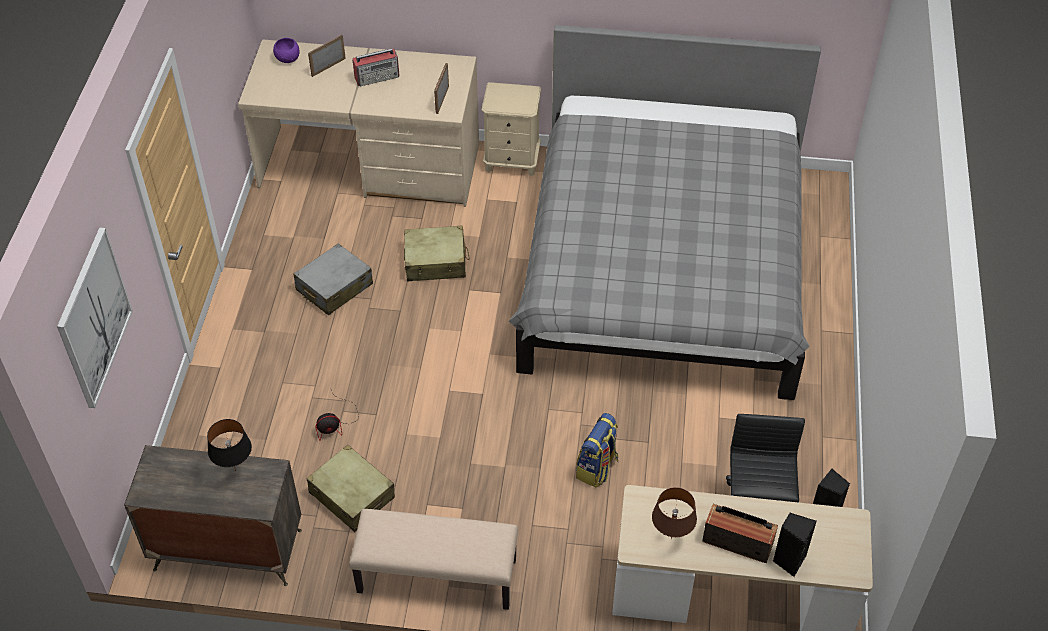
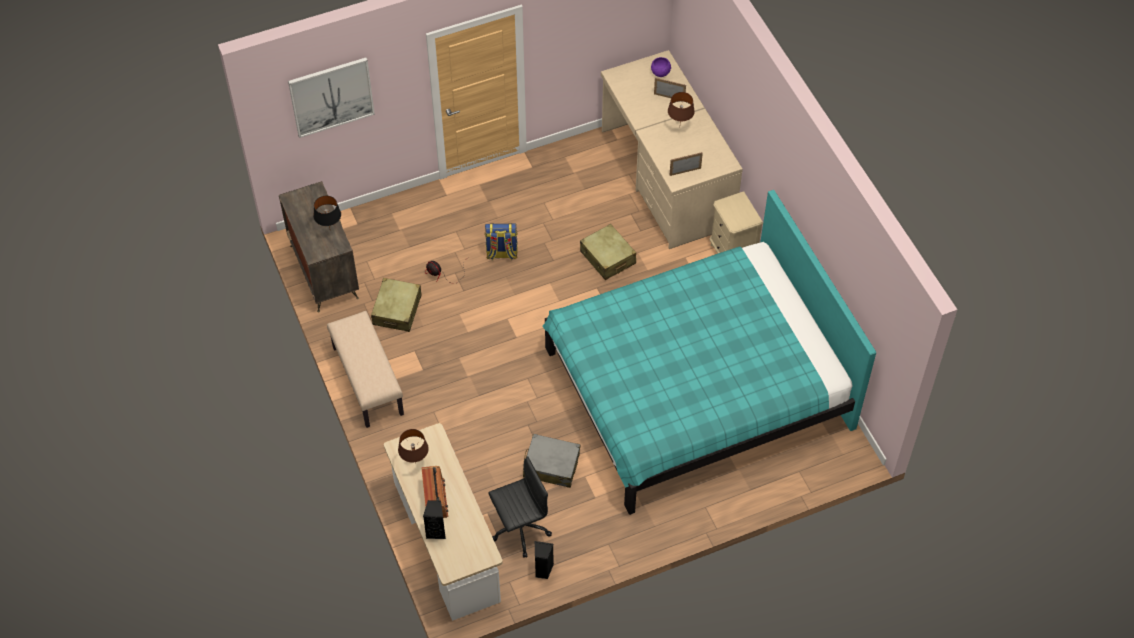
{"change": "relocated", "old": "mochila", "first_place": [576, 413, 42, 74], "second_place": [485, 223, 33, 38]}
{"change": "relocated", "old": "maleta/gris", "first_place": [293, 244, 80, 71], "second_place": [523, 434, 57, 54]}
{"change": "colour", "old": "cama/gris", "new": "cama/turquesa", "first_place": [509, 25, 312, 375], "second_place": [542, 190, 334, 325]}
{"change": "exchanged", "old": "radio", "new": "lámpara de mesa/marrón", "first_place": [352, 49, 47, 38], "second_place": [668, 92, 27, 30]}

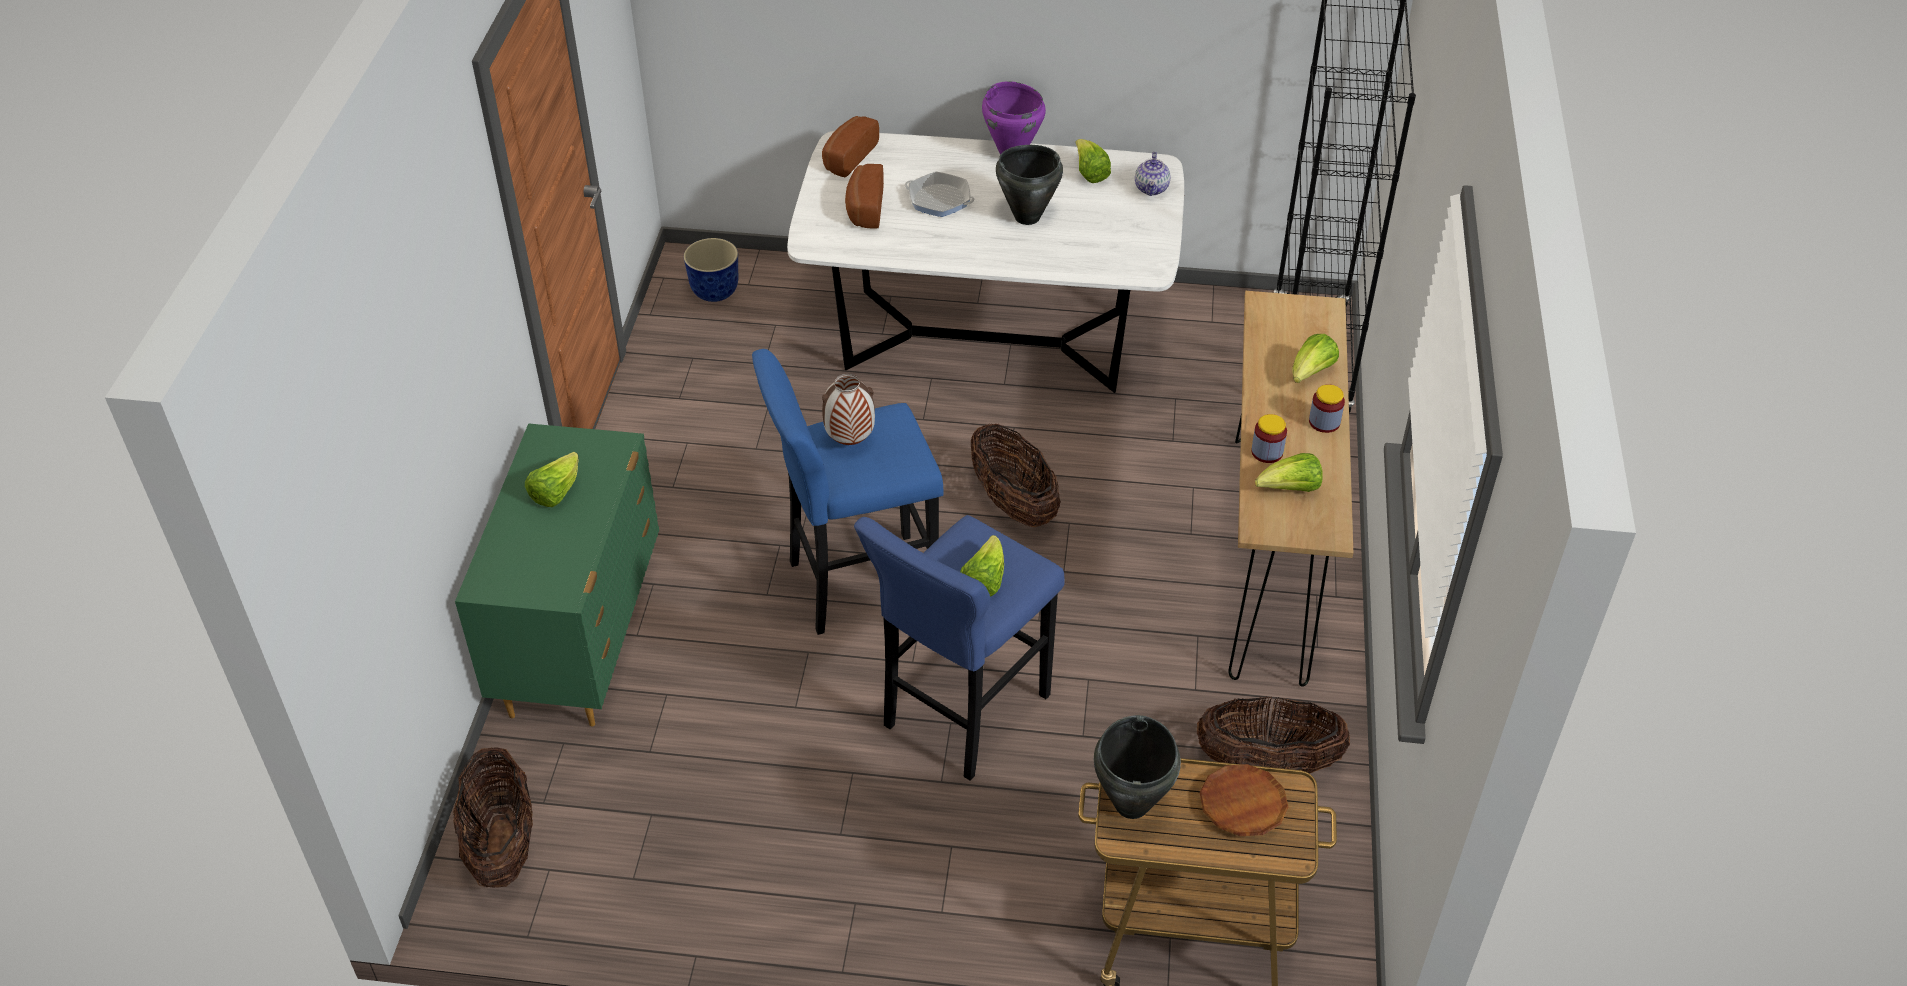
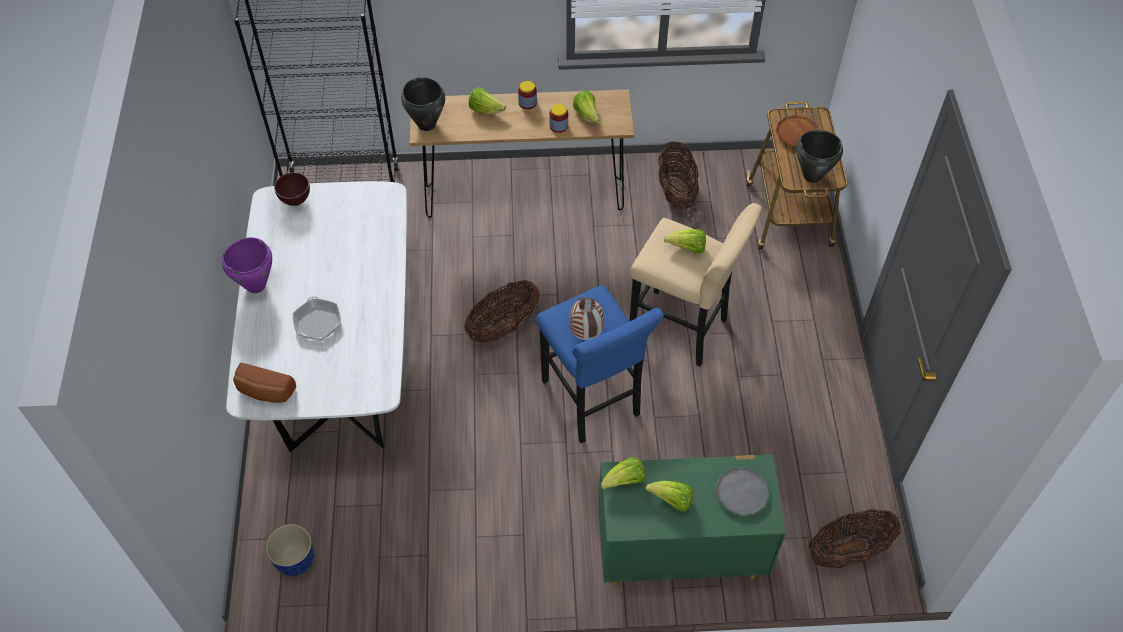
{"change": "exchanged", "old": "tetera", "new": "cuenco/marrón", "first_place": [1135, 152, 35, 44], "second_place": [274, 172, 36, 34]}
{"change": "spun", "old": "sartén", "first_place": [905, 172, 70, 45], "second_place": [293, 296, 48, 46], "degrees": 150}
{"change": "relocated", "old": "olla/negro", "first_place": [996, 145, 67, 80], "second_place": [401, 77, 44, 54]}
{"change": "relocated", "old": "lechuga", "first_place": [1075, 139, 36, 44], "second_place": [601, 457, 45, 33]}
{"change": "colour", "old": "taburete/azul", "new": "taburete/beis", "first_place": [854, 515, 211, 266], "second_place": [629, 203, 133, 164]}
{"change": "appeared", "new": "plato/gris", "second_place": [715, 467, 55, 49]}
{"change": "missing", "old": "pan", "first_place": [845, 164, 39, 65]}

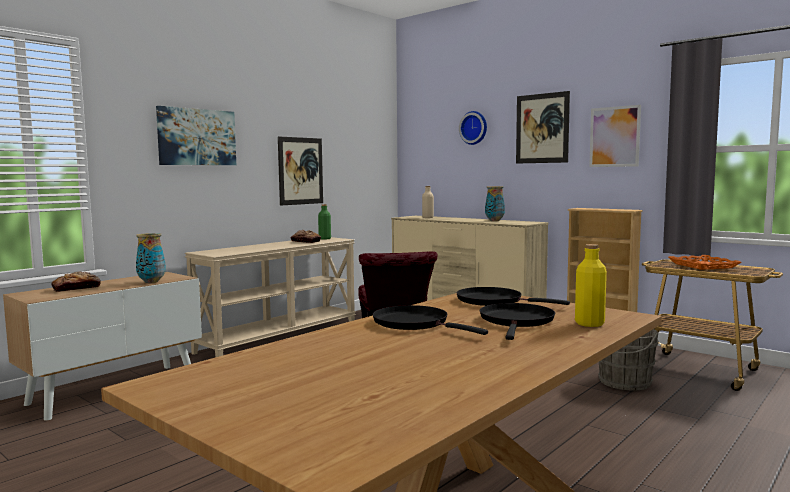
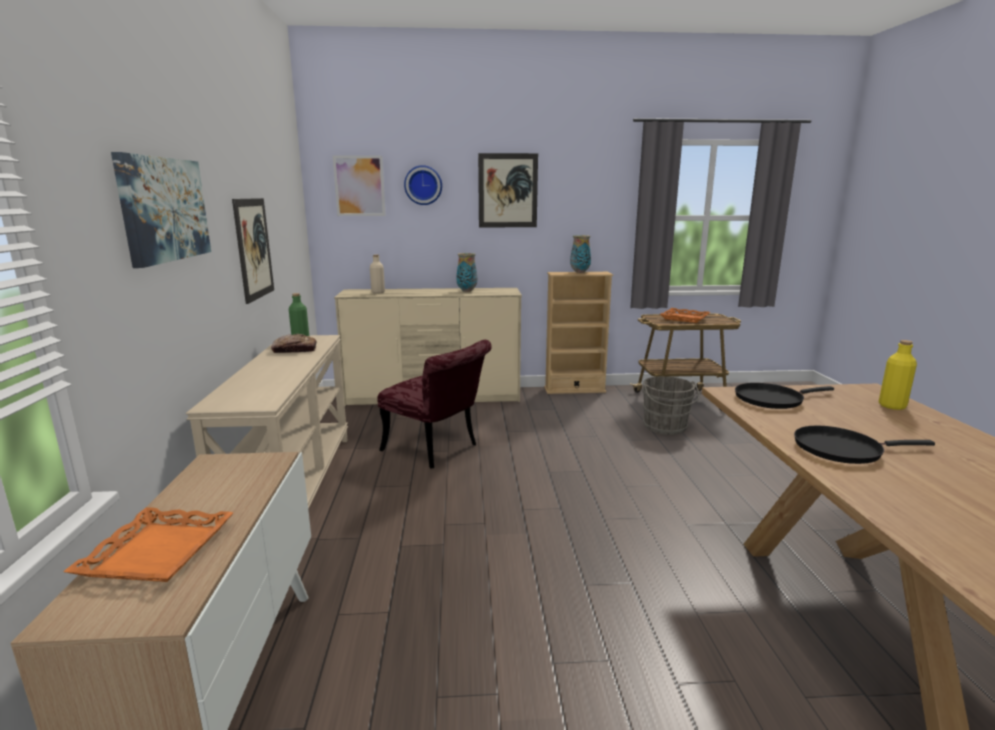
{"change": "exchanged", "old": "pan", "new": "bandeja/naranja", "first_place": [51, 272, 50, 20], "second_place": [63, 507, 171, 75]}
{"change": "relocated", "old": "cuadro", "first_place": [589, 105, 52, 62], "second_place": [332, 155, 54, 61]}
{"change": "relocated", "old": "florero", "first_place": [136, 233, 30, 50], "second_place": [570, 235, 21, 38]}
{"change": "missing", "old": "sartén/negro", "first_place": [480, 303, 75, 37]}

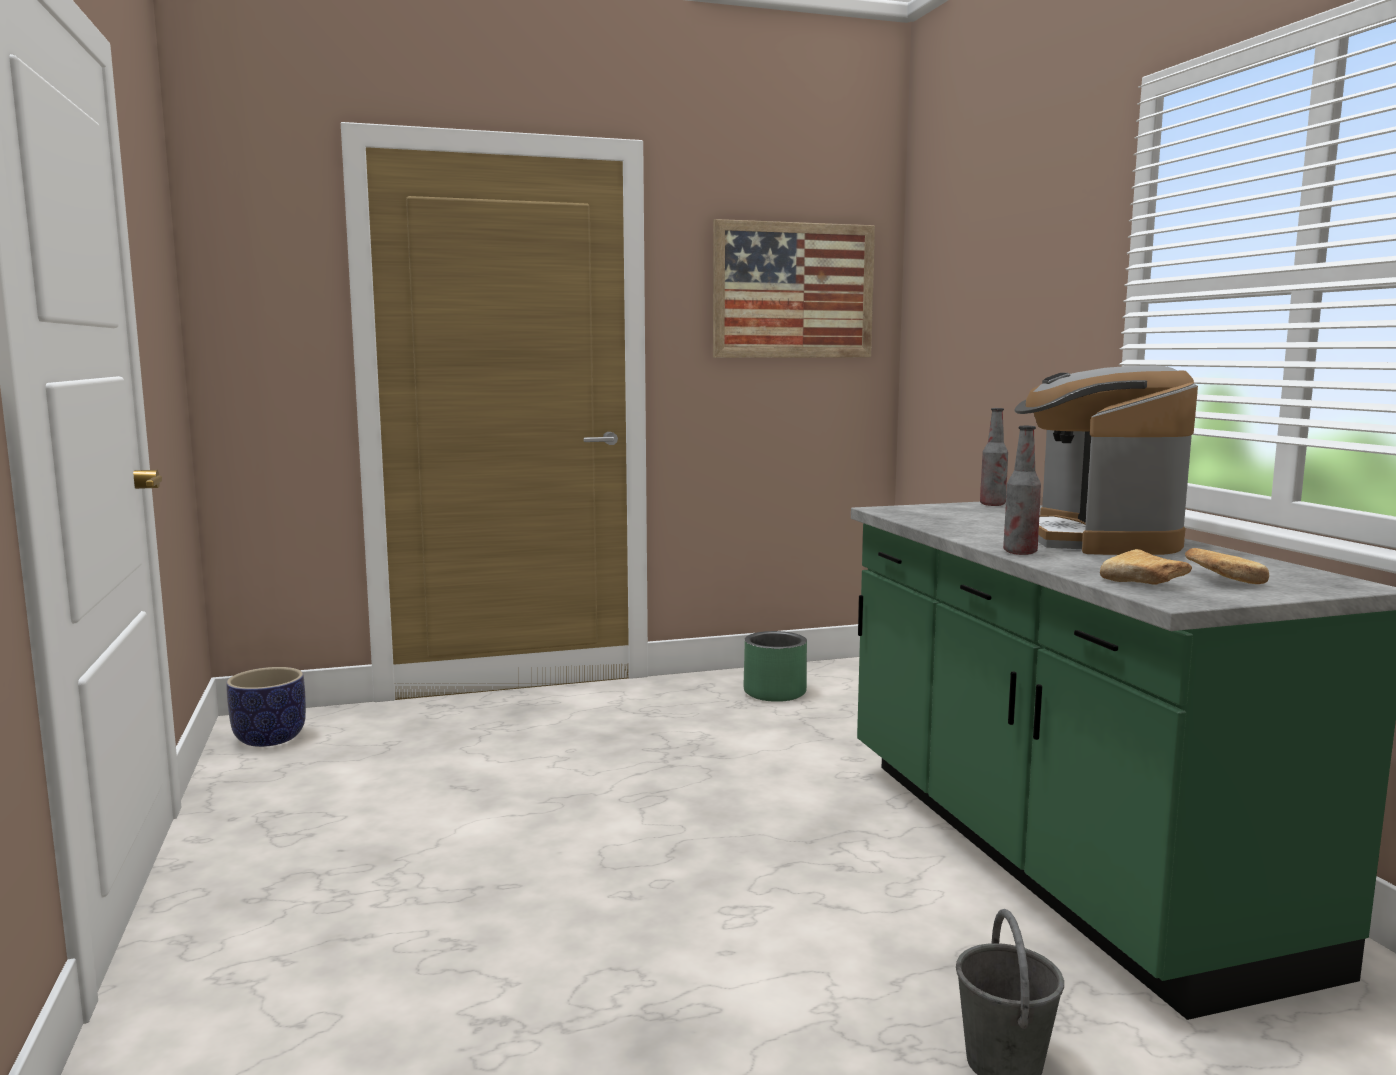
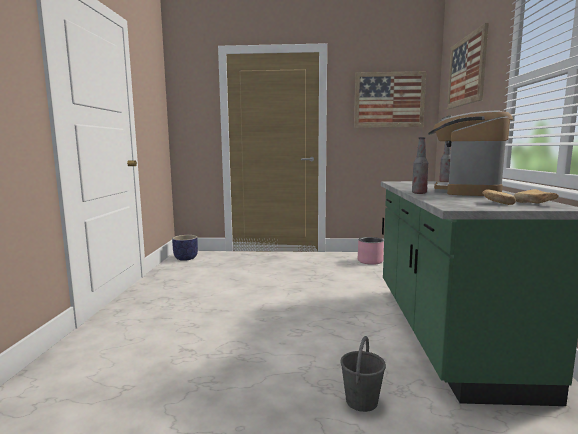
{"change": "colour", "old": "maceta/verde", "new": "maceta/rosa", "first_place": [744, 631, 63, 71], "second_place": [358, 237, 26, 28]}
{"change": "appeared", "new": "cuadro", "second_place": [447, 23, 42, 86]}
{"change": "relocated", "old": "pan", "first_place": [1100, 549, 92, 36], "second_place": [514, 189, 45, 14]}

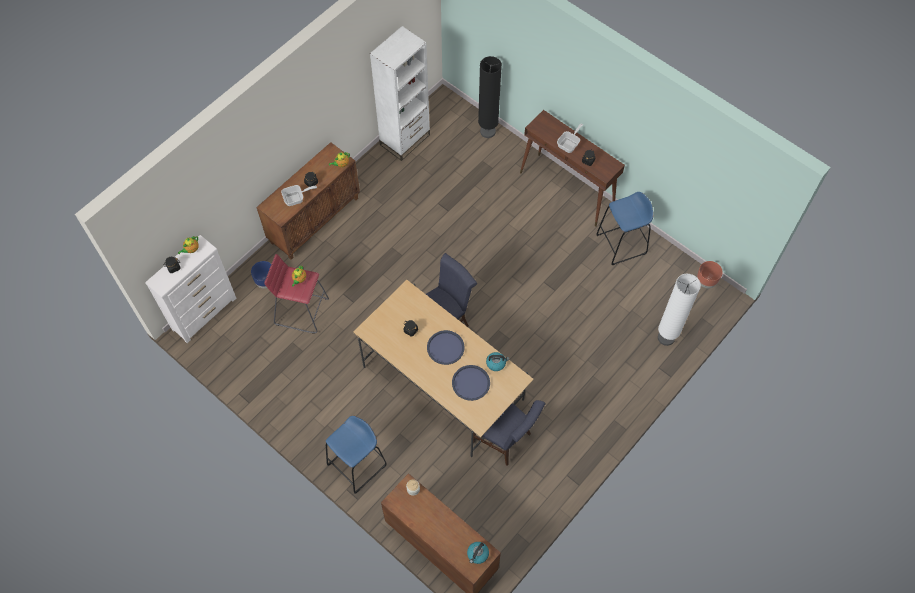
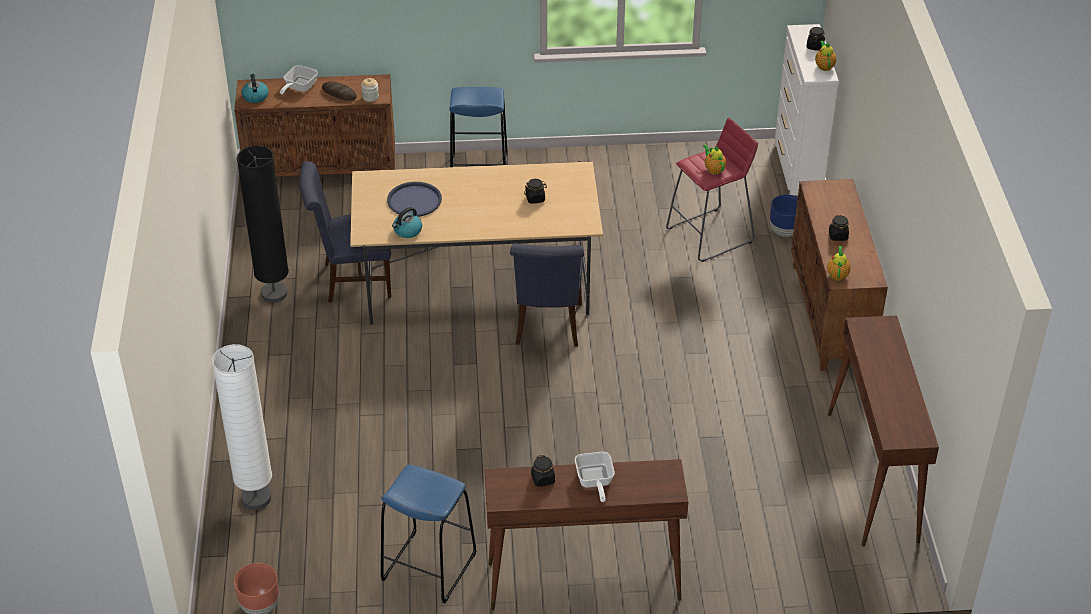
{"change": "relocated", "old": "lámpara de pie/negro", "first_place": [478, 56, 24, 82], "second_place": [237, 146, 52, 157]}
{"change": "relocated", "old": "sartén", "first_place": [281, 185, 36, 21], "second_place": [280, 65, 38, 30]}
{"change": "appeared", "new": "pan", "second_place": [322, 82, 35, 19]}
{"change": "exchanged", "old": "estantería/blanco", "new": "mesa consola/marrón", "first_place": [370, 26, 60, 135], "second_place": [828, 315, 111, 231]}
{"change": "missing", "old": "bandeja/azul", "first_place": [427, 330, 38, 35]}

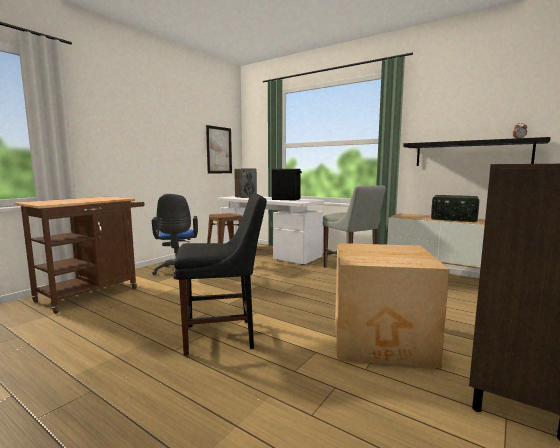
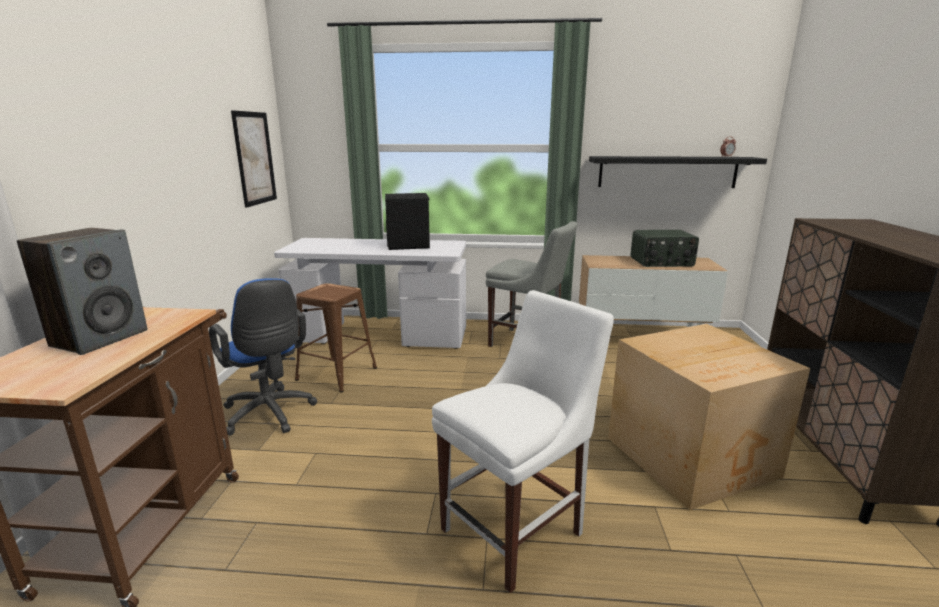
{"change": "relocated", "old": "altavoz", "first_place": [234, 169, 23, 29], "second_place": [17, 228, 131, 127]}
{"change": "colour", "old": "silla/negro", "new": "silla/blanco", "first_place": [174, 193, 93, 163], "second_place": [432, 290, 182, 303]}

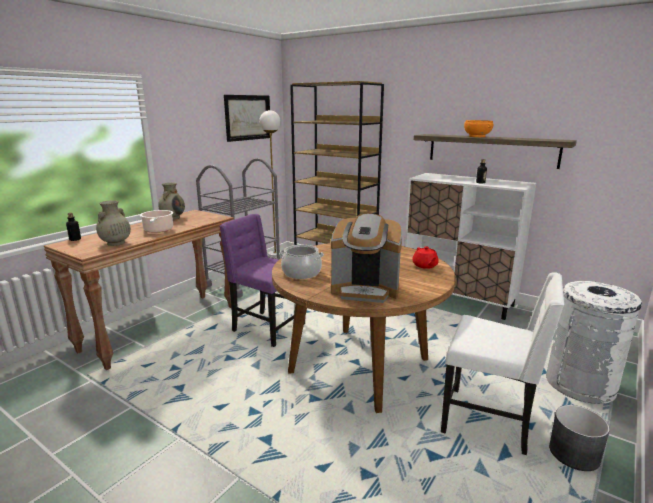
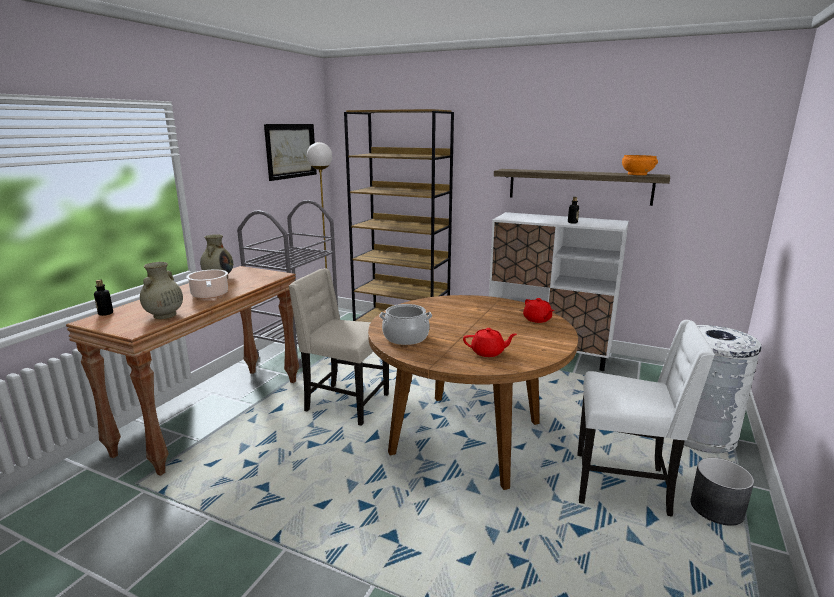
{"change": "colour", "old": "silla/morado", "new": "silla/beis", "first_place": [220, 214, 85, 133], "second_place": [289, 268, 100, 158]}
{"change": "exchanged", "old": "cafetera", "new": "tetera/rojo", "first_place": [331, 214, 71, 89], "second_place": [463, 328, 54, 29]}
{"change": "relocated", "old": "cuenco/naranja", "first_place": [464, 120, 30, 17], "second_place": [622, 155, 36, 20]}

